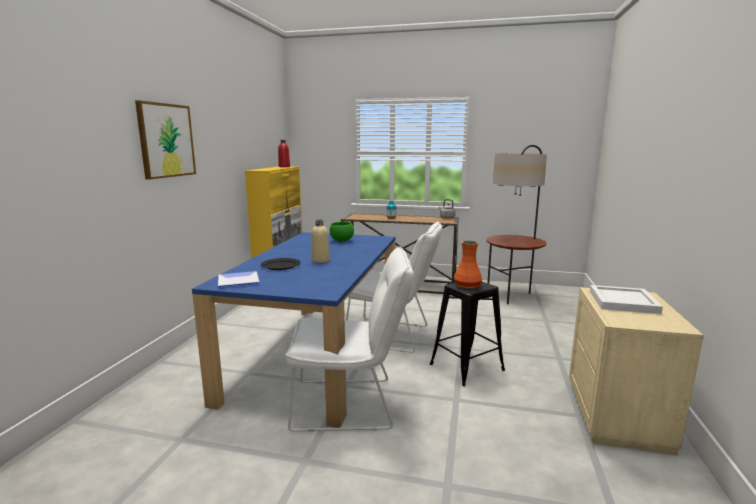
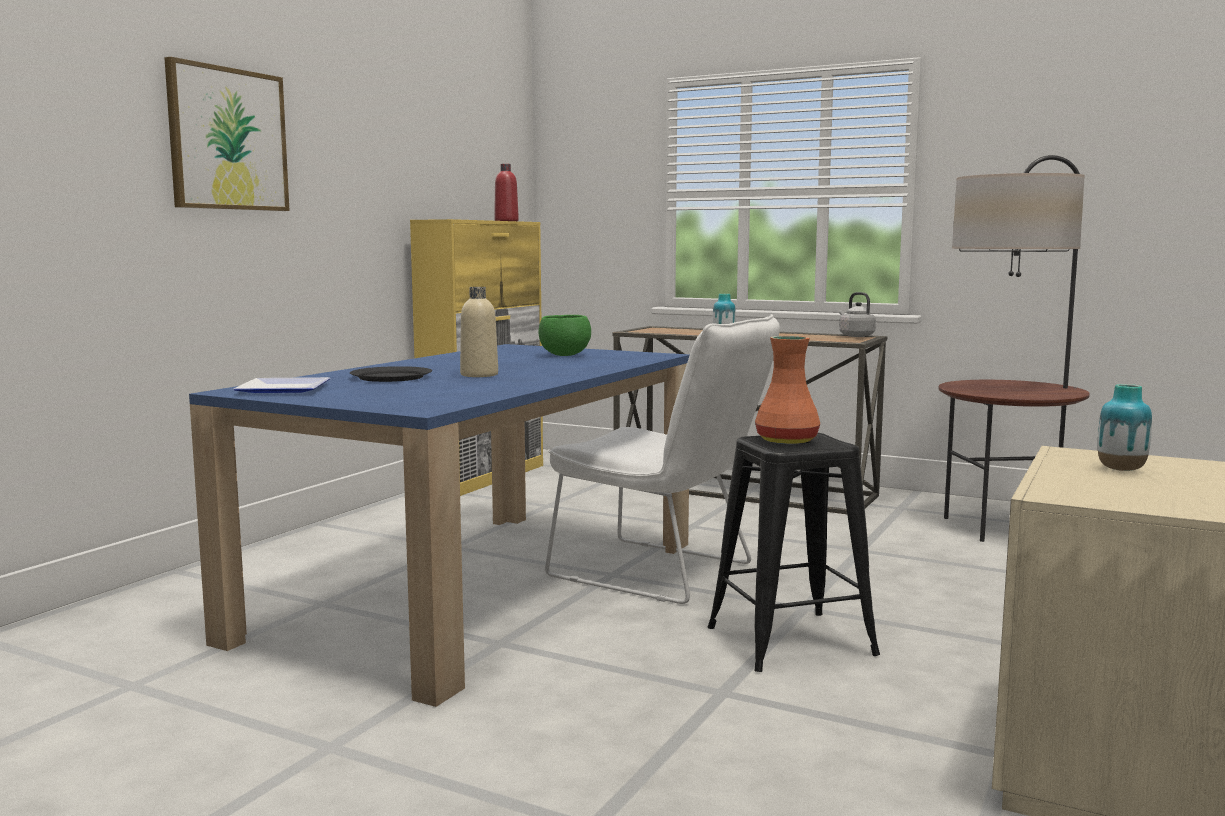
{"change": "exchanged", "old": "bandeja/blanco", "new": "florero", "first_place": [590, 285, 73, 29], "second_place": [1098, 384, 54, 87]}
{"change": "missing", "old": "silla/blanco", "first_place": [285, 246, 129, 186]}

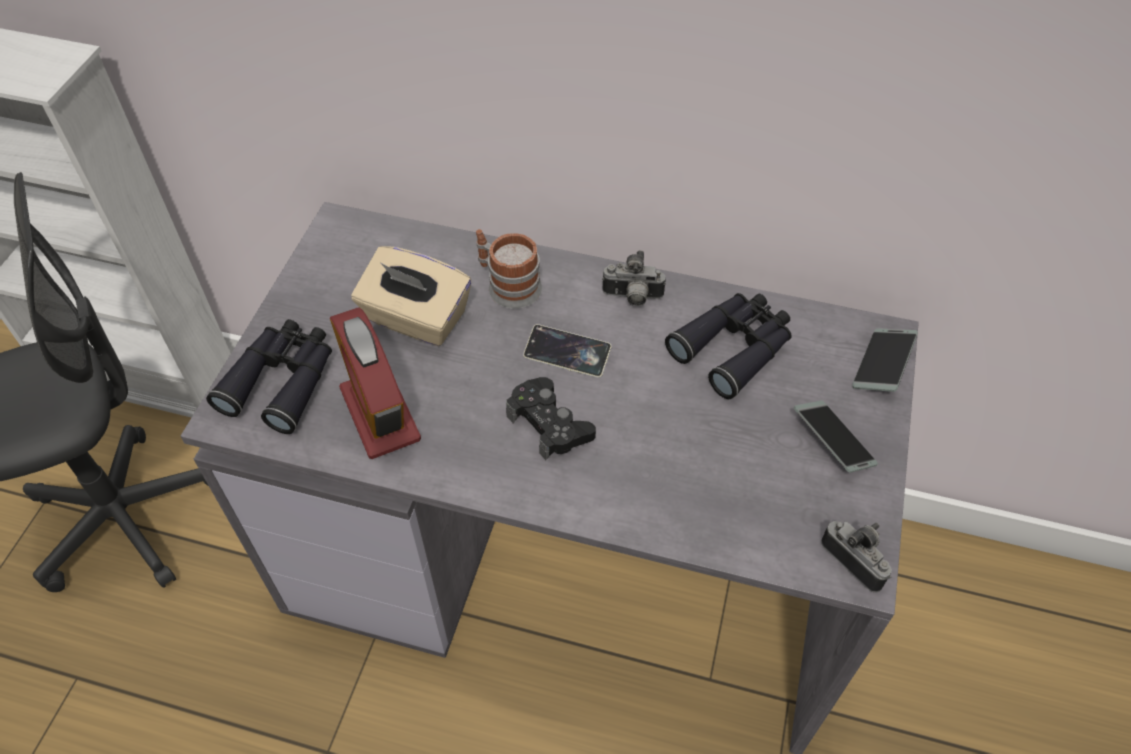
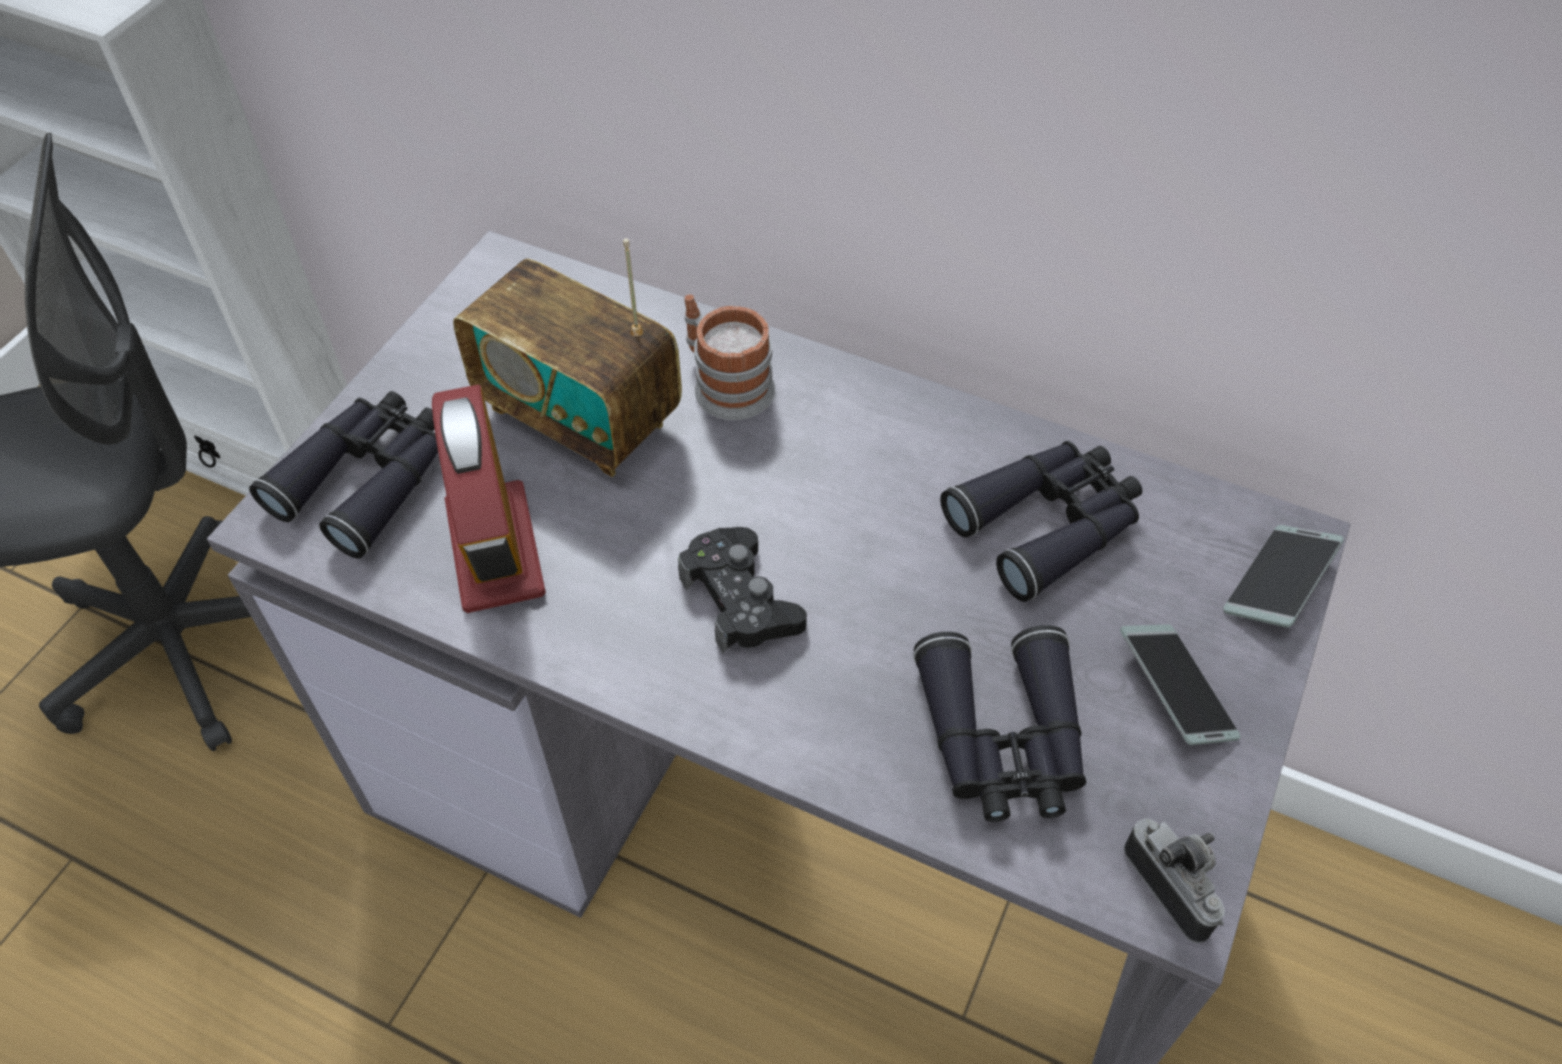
{"change": "exchanged", "old": "caja de pañuelos/beis", "new": "radio", "first_place": [351, 246, 120, 100], "second_place": [453, 239, 229, 238]}
{"change": "appeared", "new": "prismáticos/negro", "second_place": [913, 625, 173, 197]}
{"change": "missing", "old": "móvil", "first_place": [523, 324, 89, 54]}
{"change": "missing", "old": "cámara", "first_place": [602, 250, 64, 56]}

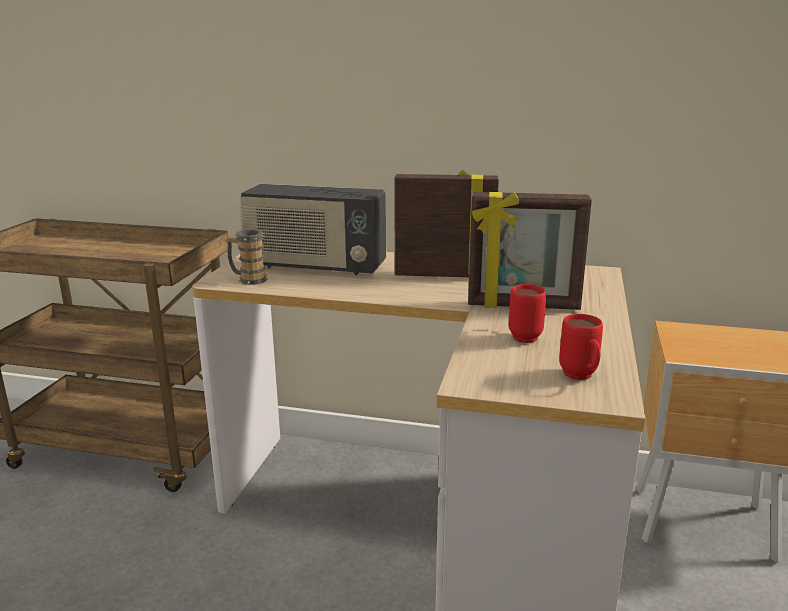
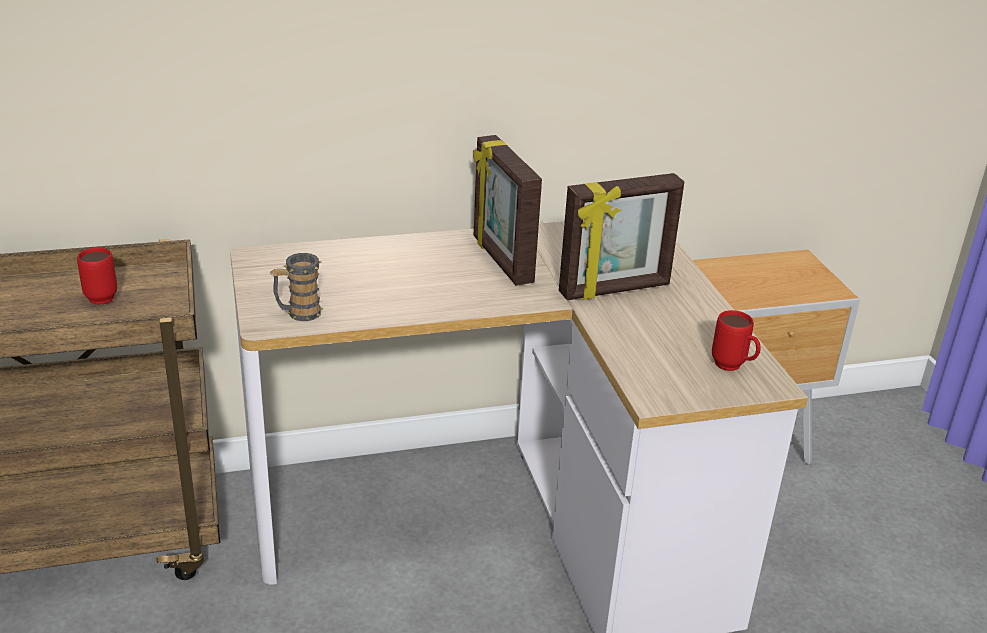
{"change": "relocated", "old": "taza grande/rojo", "first_place": [509, 284, 37, 59], "second_place": [77, 247, 40, 58]}
{"change": "spun", "old": "portarretratos", "first_place": [394, 170, 105, 107], "second_place": [473, 135, 69, 151], "degrees": -90}
{"change": "missing", "old": "radio", "first_place": [239, 184, 147, 91]}

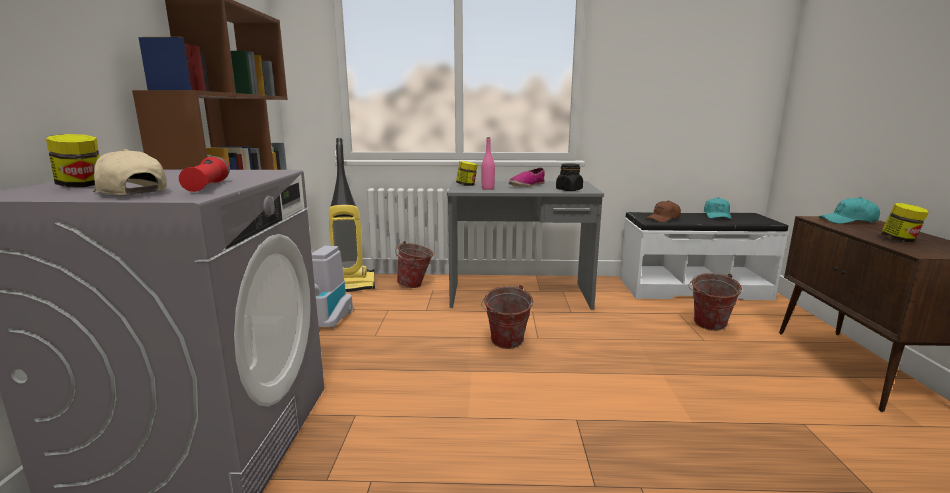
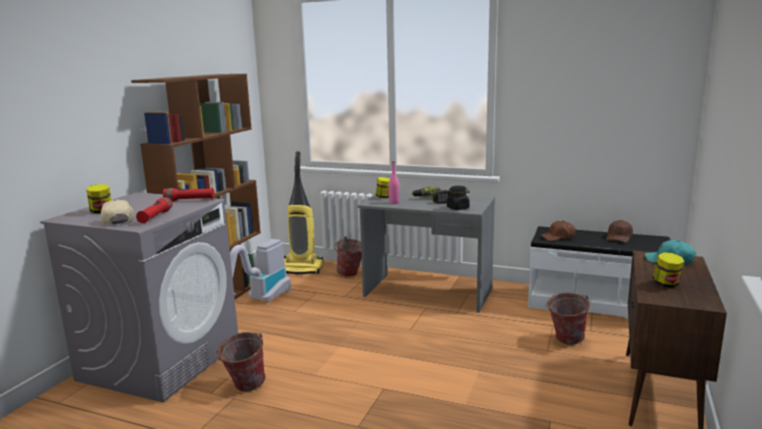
{"change": "appeared", "new": "linterna/rojo", "second_place": [163, 188, 52, 13]}
{"change": "relocated", "old": "cubo", "first_place": [481, 285, 52, 64], "second_place": [215, 332, 51, 60]}
{"change": "exchanged", "old": "zapato", "new": "taladro", "first_place": [509, 168, 36, 19], "second_place": [412, 187, 38, 17]}
{"change": "colour", "old": "gorra/turquesa", "new": "gorra/marrón", "first_place": [703, 197, 29, 22], "second_place": [606, 220, 27, 23]}

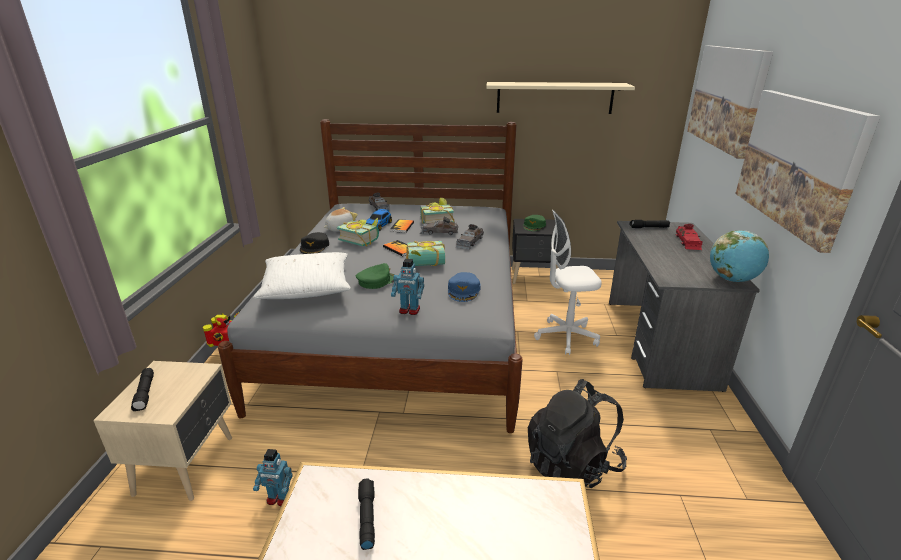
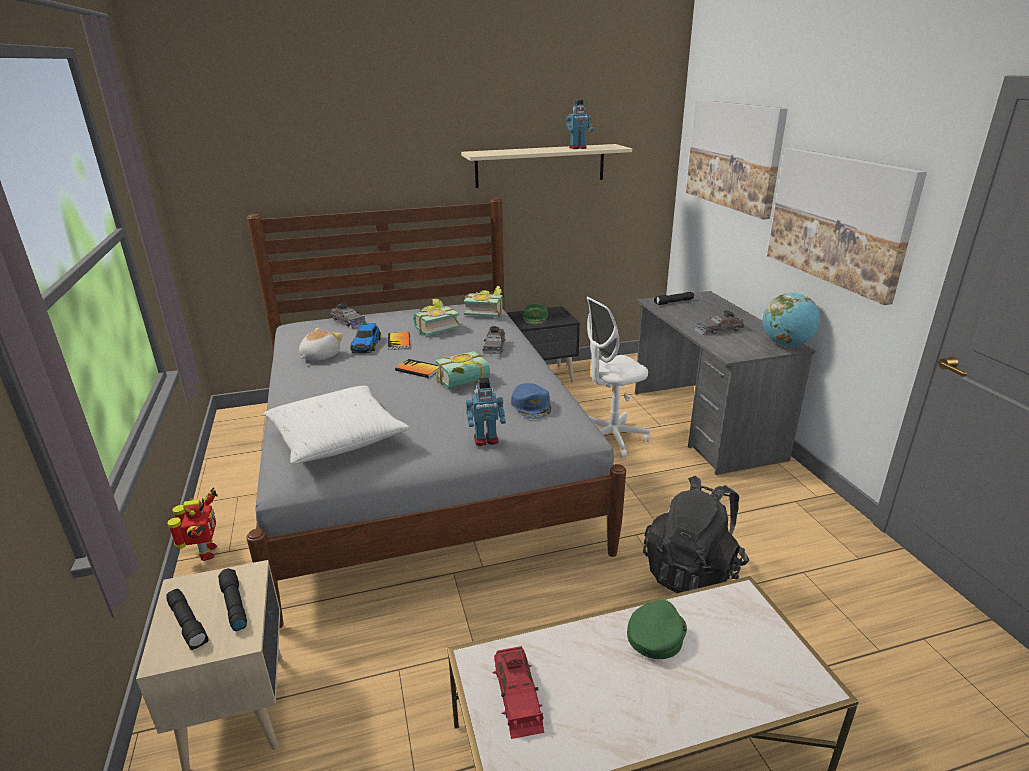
{"change": "relocated", "old": "linterna/negro", "first_place": [358, 478, 17, 72], "second_place": [218, 568, 29, 63]}
{"change": "relocated", "old": "libro", "first_place": [337, 217, 42, 30], "second_place": [464, 286, 39, 31]}
{"change": "relocated", "old": "coche de juguete/rojo", "first_place": [676, 224, 27, 26], "second_place": [492, 646, 52, 93]}
{"change": "relocated", "old": "robot de juguete", "first_place": [253, 449, 40, 57], "second_place": [566, 100, 27, 49]}
{"change": "relocated", "old": "gorra/verde", "first_place": [356, 263, 38, 26], "second_place": [627, 600, 60, 59]}
{"change": "relocated", "old": "coche de juguete/gris", "first_place": [420, 217, 38, 18], "second_place": [694, 310, 50, 25]}
{"change": "missing", "old": "gorra/negro", "first_place": [300, 232, 29, 22]}

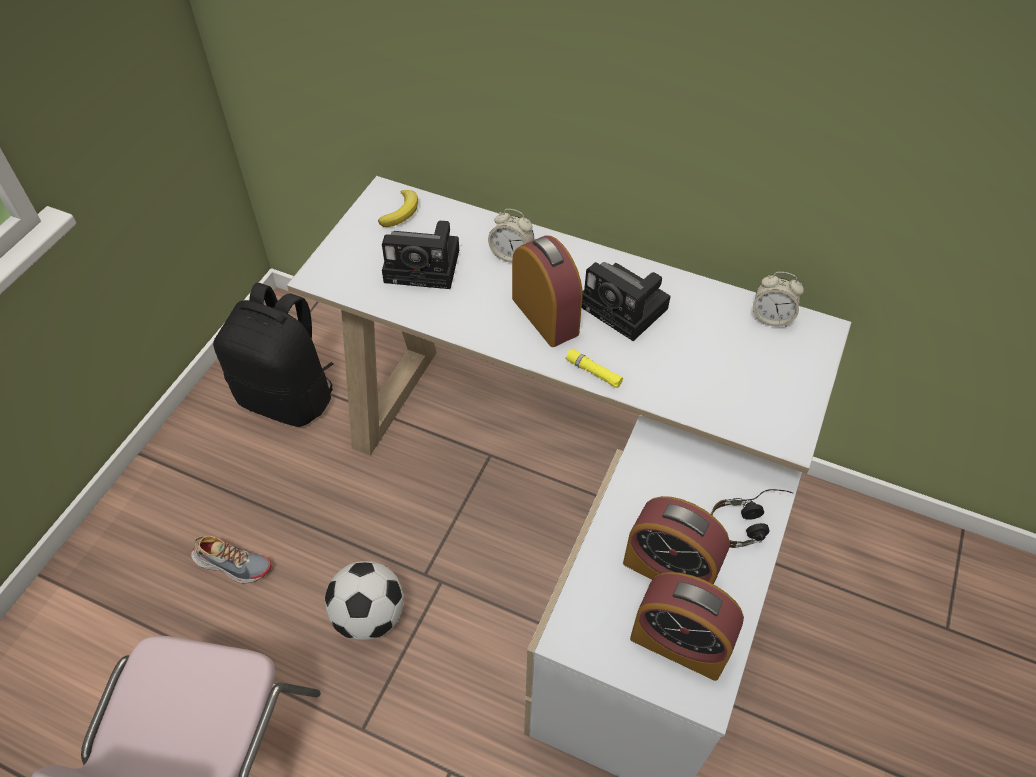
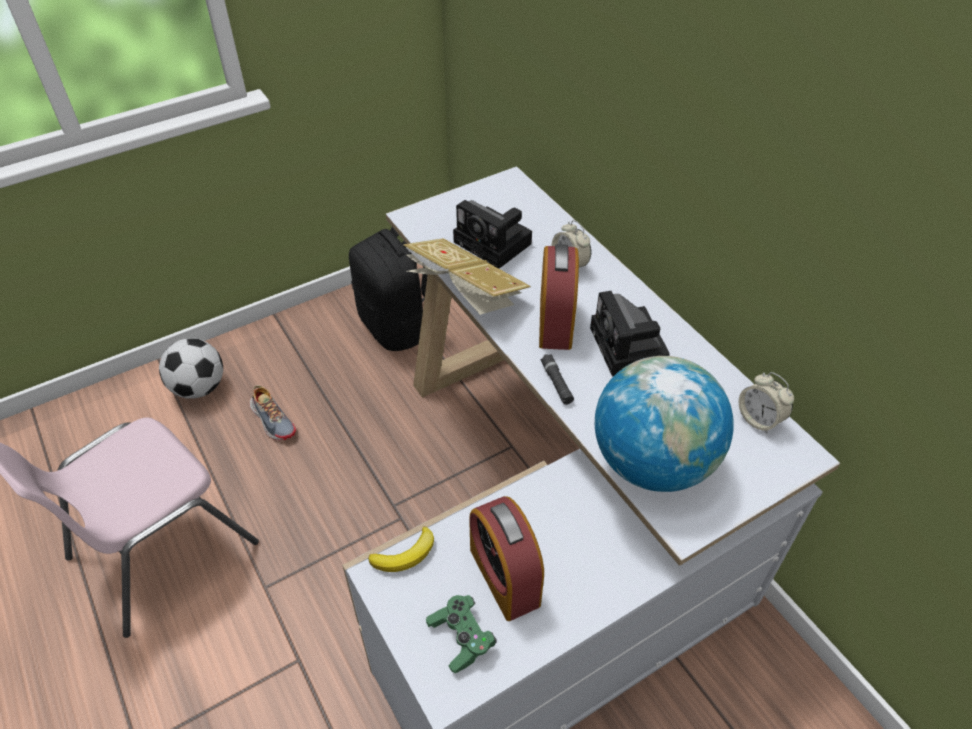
{"change": "relocated", "old": "balón de fútbol", "first_place": [325, 561, 79, 79], "second_place": [159, 338, 64, 61]}
{"change": "relocated", "old": "plátano", "first_place": [378, 190, 40, 37], "second_place": [368, 526, 66, 46]}
{"change": "appeared", "new": "libro", "second_place": [404, 238, 127, 77]}
{"change": "exchanged", "old": "despertador", "new": "mando de consola/verde", "first_place": [630, 572, 114, 109], "second_place": [426, 595, 71, 78]}
{"change": "colour", "old": "linterna/amarillo", "new": "linterna/negro", "first_place": [565, 348, 58, 40], "second_place": [541, 354, 33, 51]}
{"change": "appeared", "new": "globo terráqueo", "second_place": [595, 356, 139, 136]}
{"change": "missing", "old": "auriculares", "first_place": [711, 489, 83, 59]}

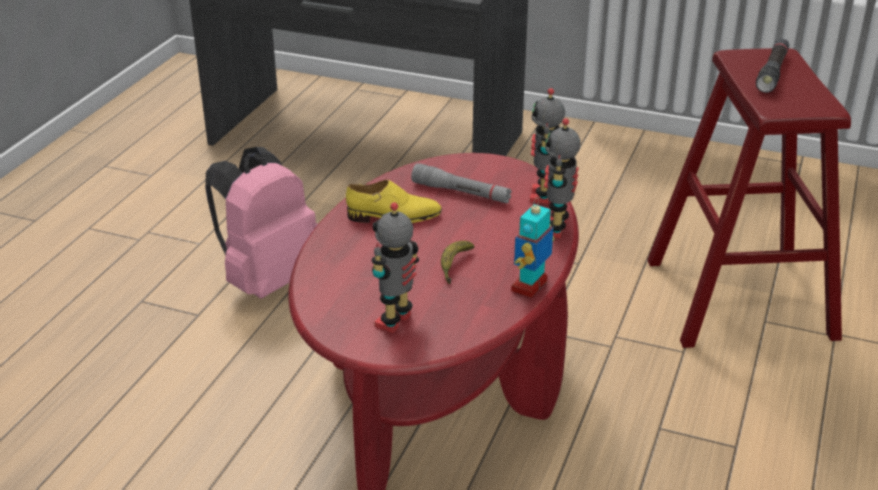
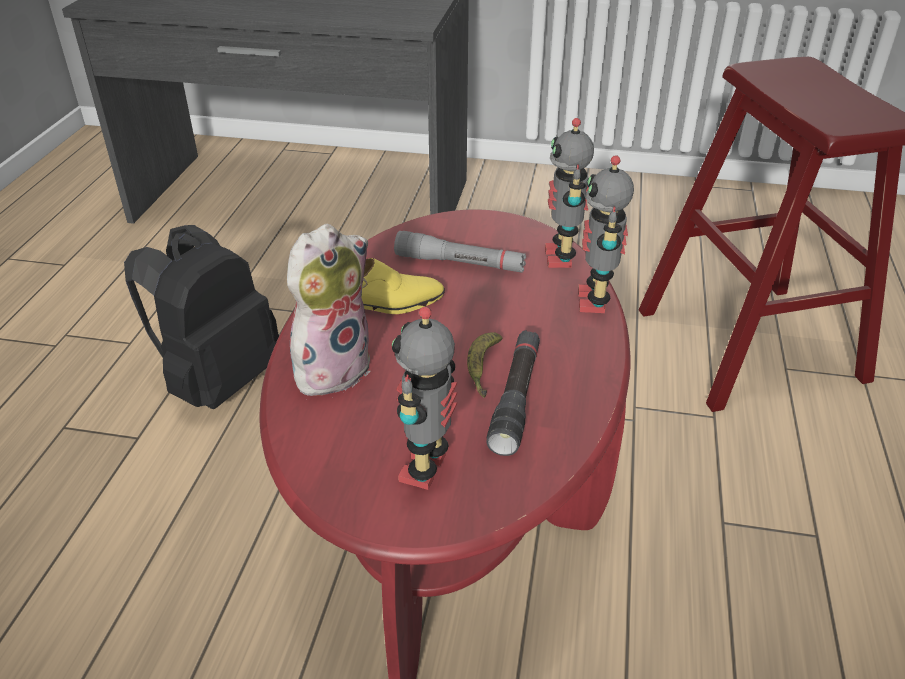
{"change": "colour", "old": "mochila/rosa", "new": "mochila/negro", "first_place": [205, 147, 113, 151], "second_place": [124, 225, 155, 184]}
{"change": "appeared", "new": "peluche", "second_place": [287, 223, 83, 173]}
{"change": "relocated", "old": "linterna/negro", "first_place": [756, 38, 33, 55], "second_place": [486, 330, 54, 126]}
{"change": "missing", "old": "robot de juguete", "first_place": [511, 197, 44, 101]}

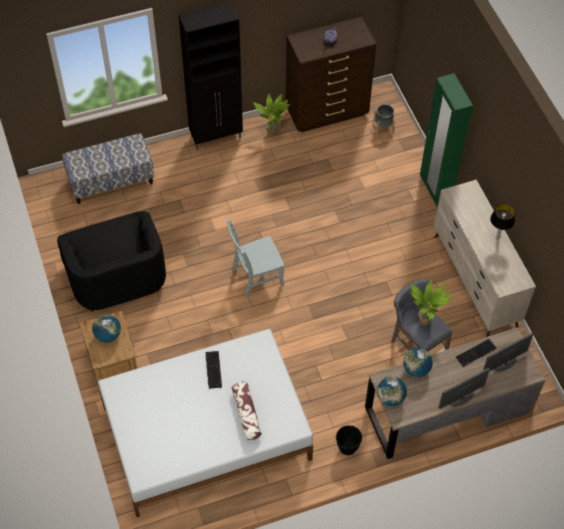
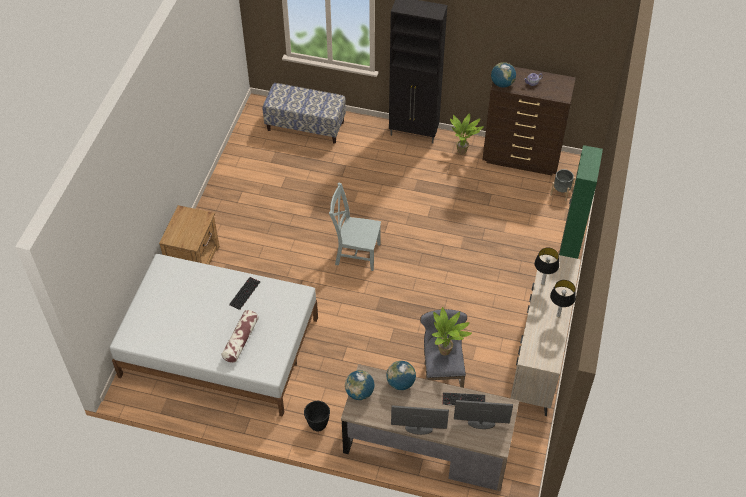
{"change": "relocated", "old": "globo terráqueo", "first_place": [92, 314, 29, 28], "second_place": [491, 62, 25, 26]}
{"change": "appeared", "new": "lámpara de mesa", "second_place": [535, 247, 24, 38]}
{"change": "missing", "old": "sillón/negro", "first_place": [57, 211, 109, 101]}

